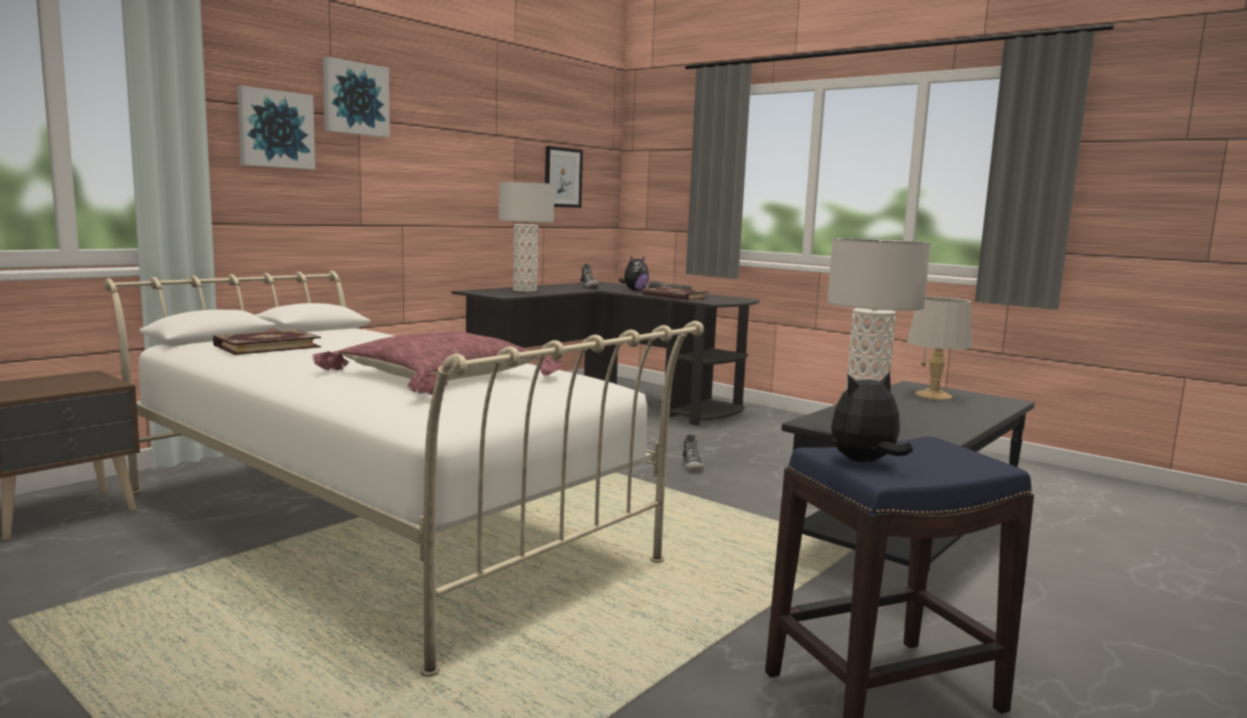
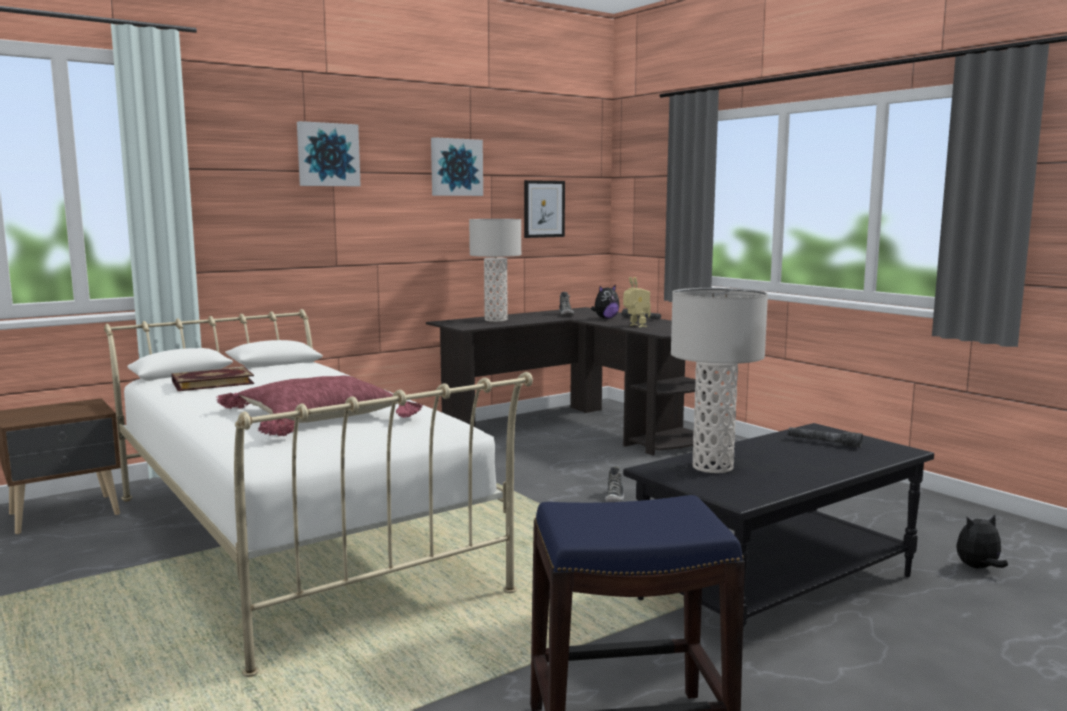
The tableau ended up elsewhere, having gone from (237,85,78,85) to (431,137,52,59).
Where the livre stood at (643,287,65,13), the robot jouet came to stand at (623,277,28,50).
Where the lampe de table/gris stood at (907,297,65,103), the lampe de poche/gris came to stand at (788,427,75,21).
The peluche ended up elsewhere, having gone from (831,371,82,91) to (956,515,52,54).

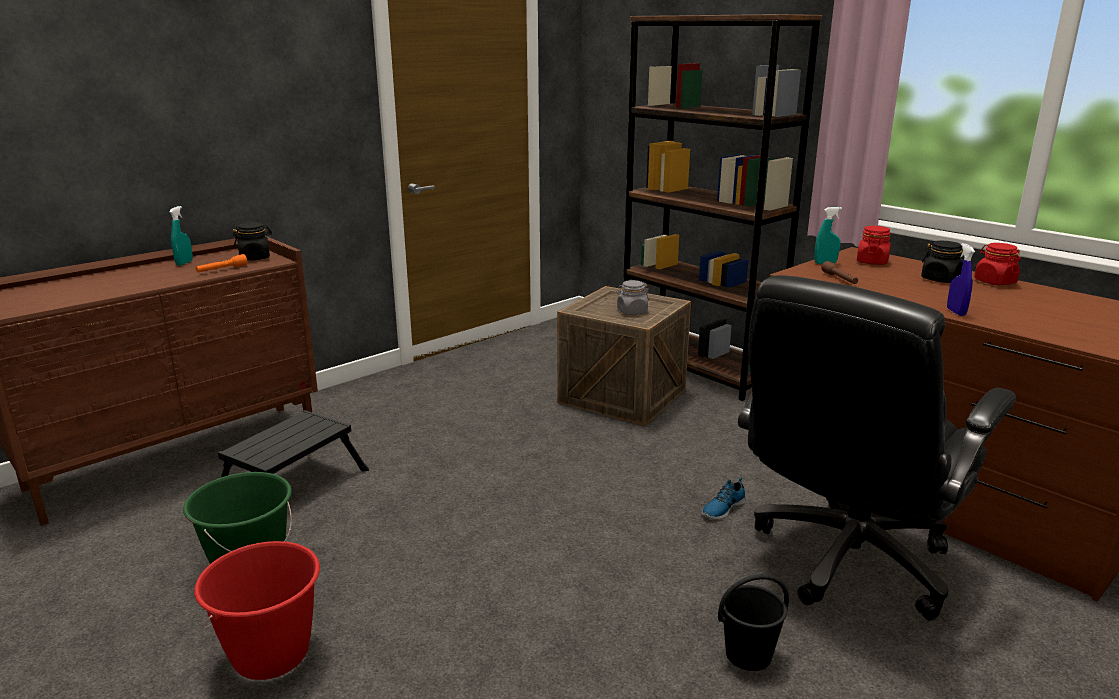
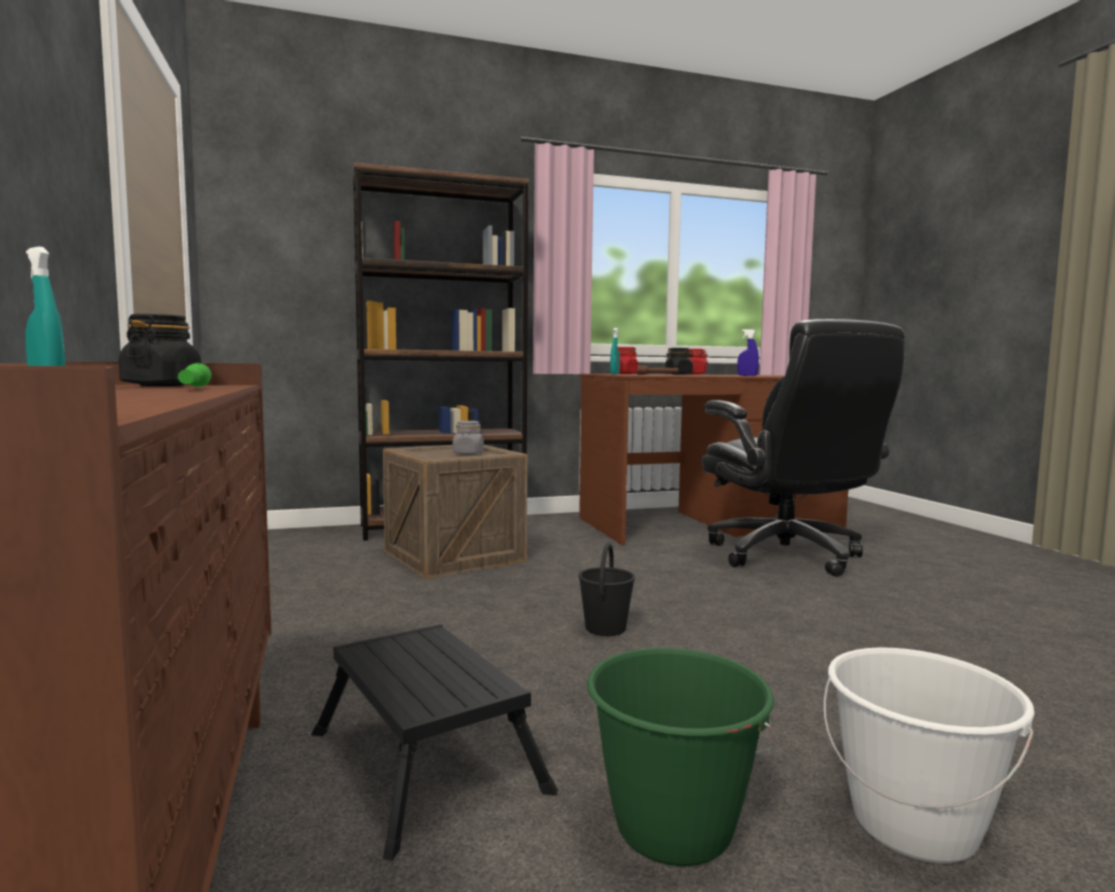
What was the lampe de poche/orange at (195,254,53,19) turned into the lampe de poche/vert at (178,363,34,24).
The seau/noir ended up elsewhere, having gone from (718,574,71,97) to (578,543,57,93).
What was the seau/rouge at (194,541,126,139) turned into the seau/blanc at (823,647,212,216).
The second view lost the chaussure at (702,477,44,43).

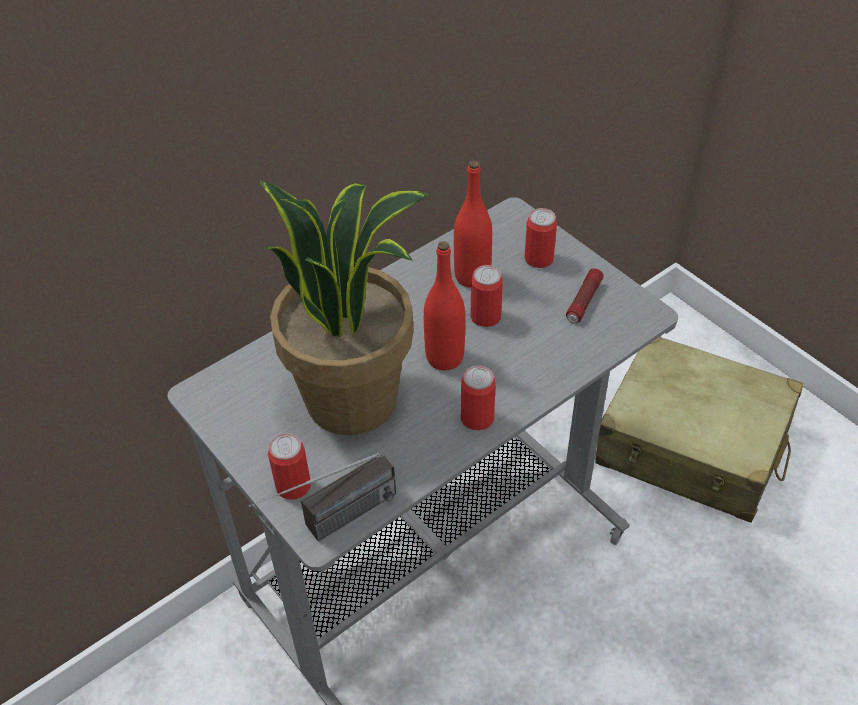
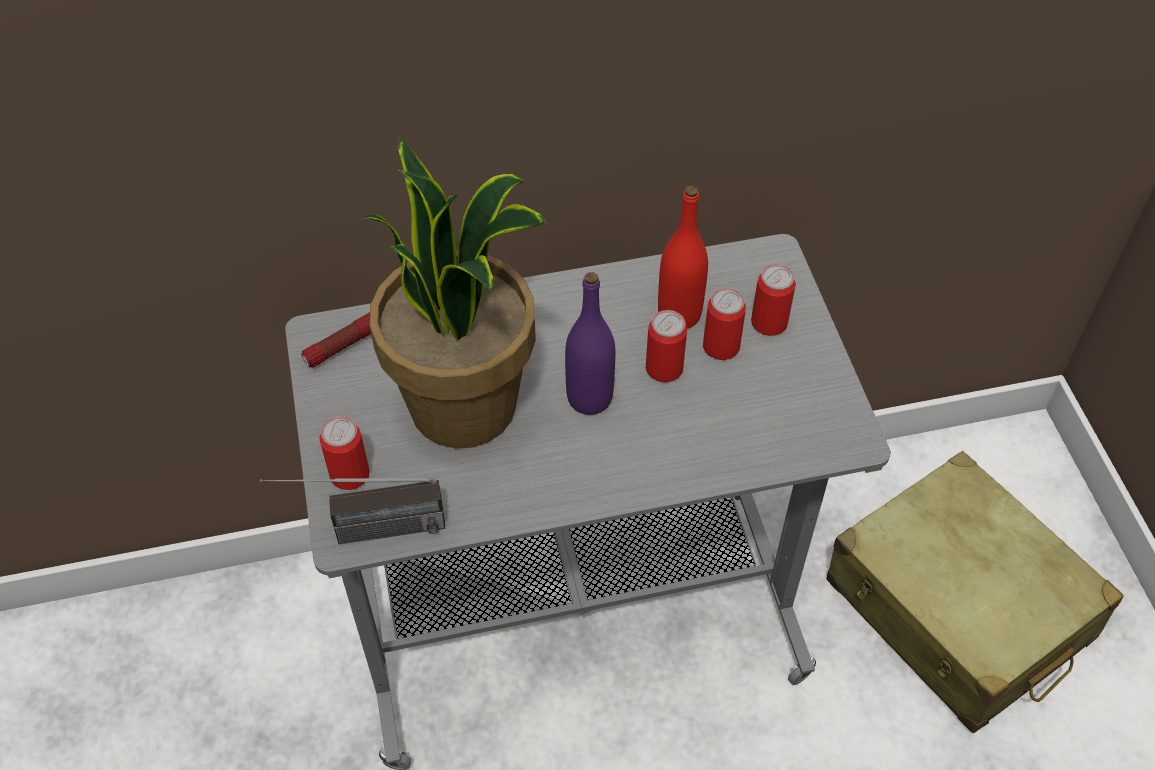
The lampe de poche ended up elsewhere, having gone from (566,268,38,55) to (301,312,70,56).
What was the bouteille/rouge at (424,241,41,129) turned into the bouteille/violet at (565,272,50,143).
The boîte métallique ended up elsewhere, having gone from (461,365,35,65) to (703,288,43,72).

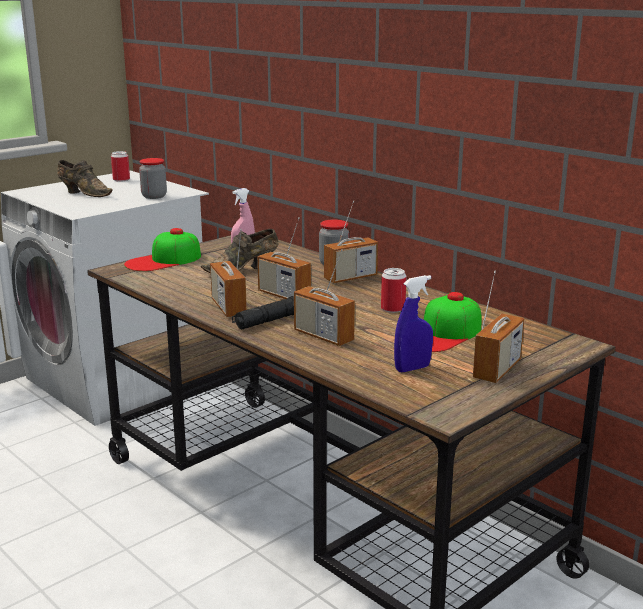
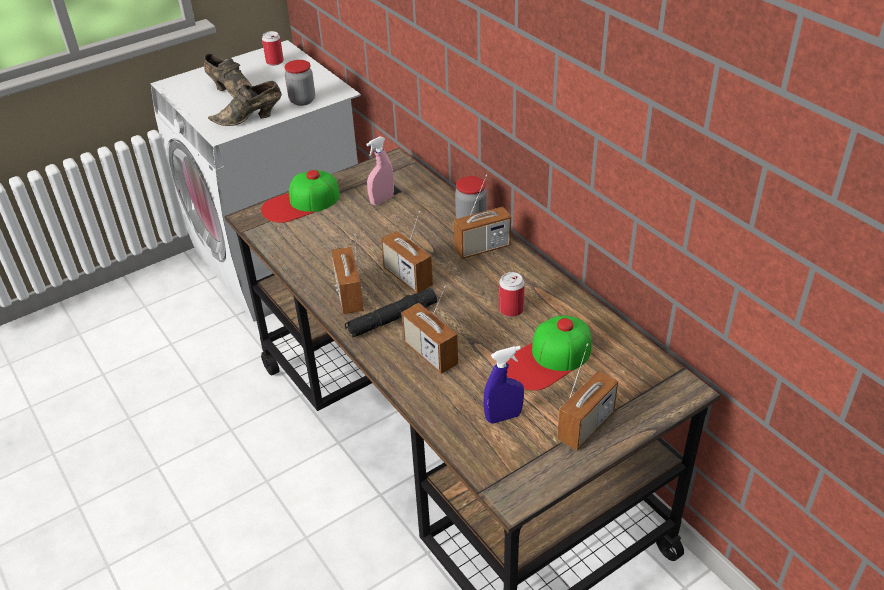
The chaussure/marron ended up elsewhere, having gone from (201,229,78,44) to (208,81,74,45).

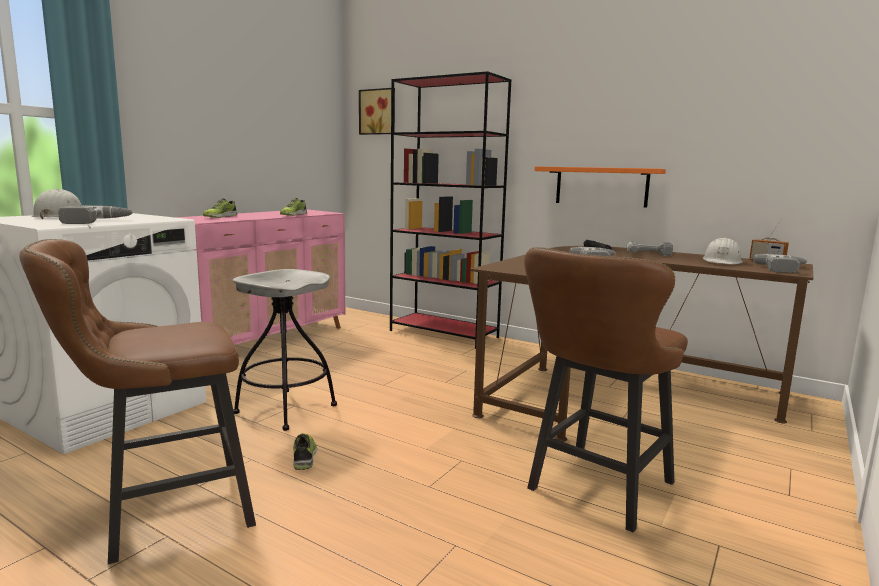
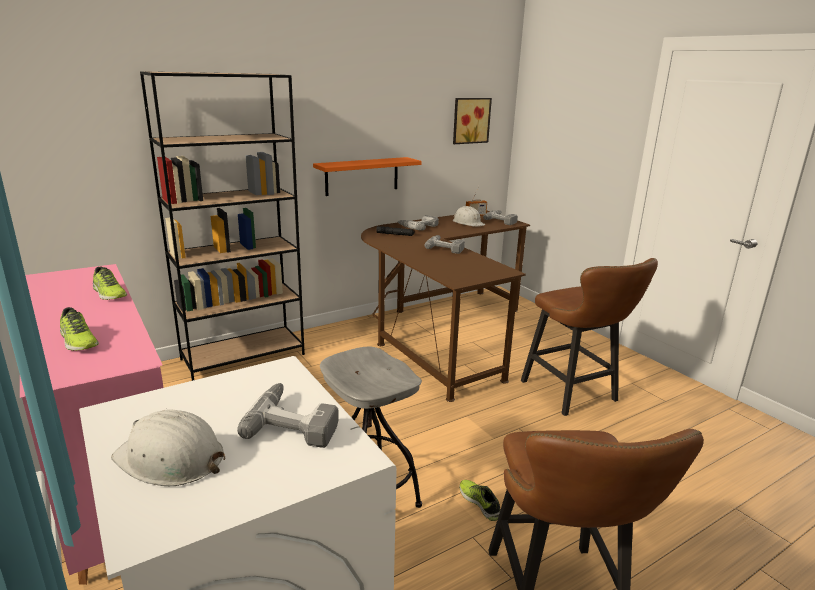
What was the bibliothèque/rouge at (390,71,121,278) turned into the bibliothèque/beige at (140,71,165,310).
The tableau ended up elsewhere, having gone from (359,88,36,47) to (453,98,39,46).
The chaussure at (293,433,24,37) ended up facing another way, 45 degrees clockwise from before.

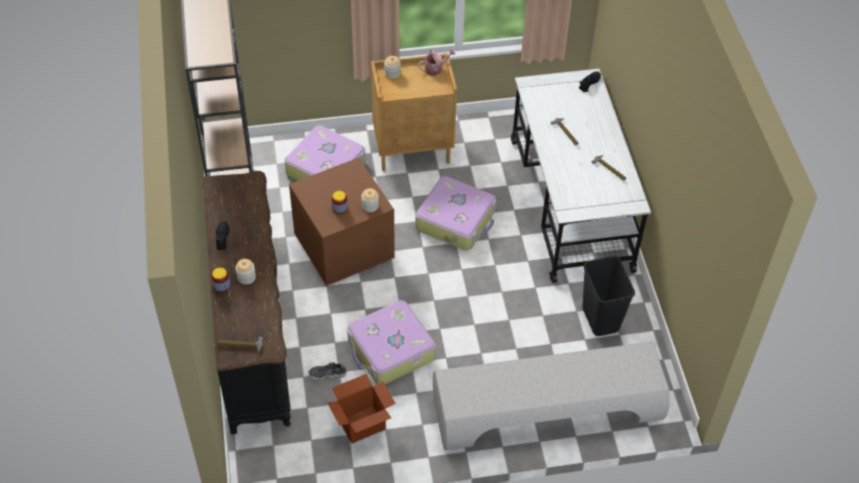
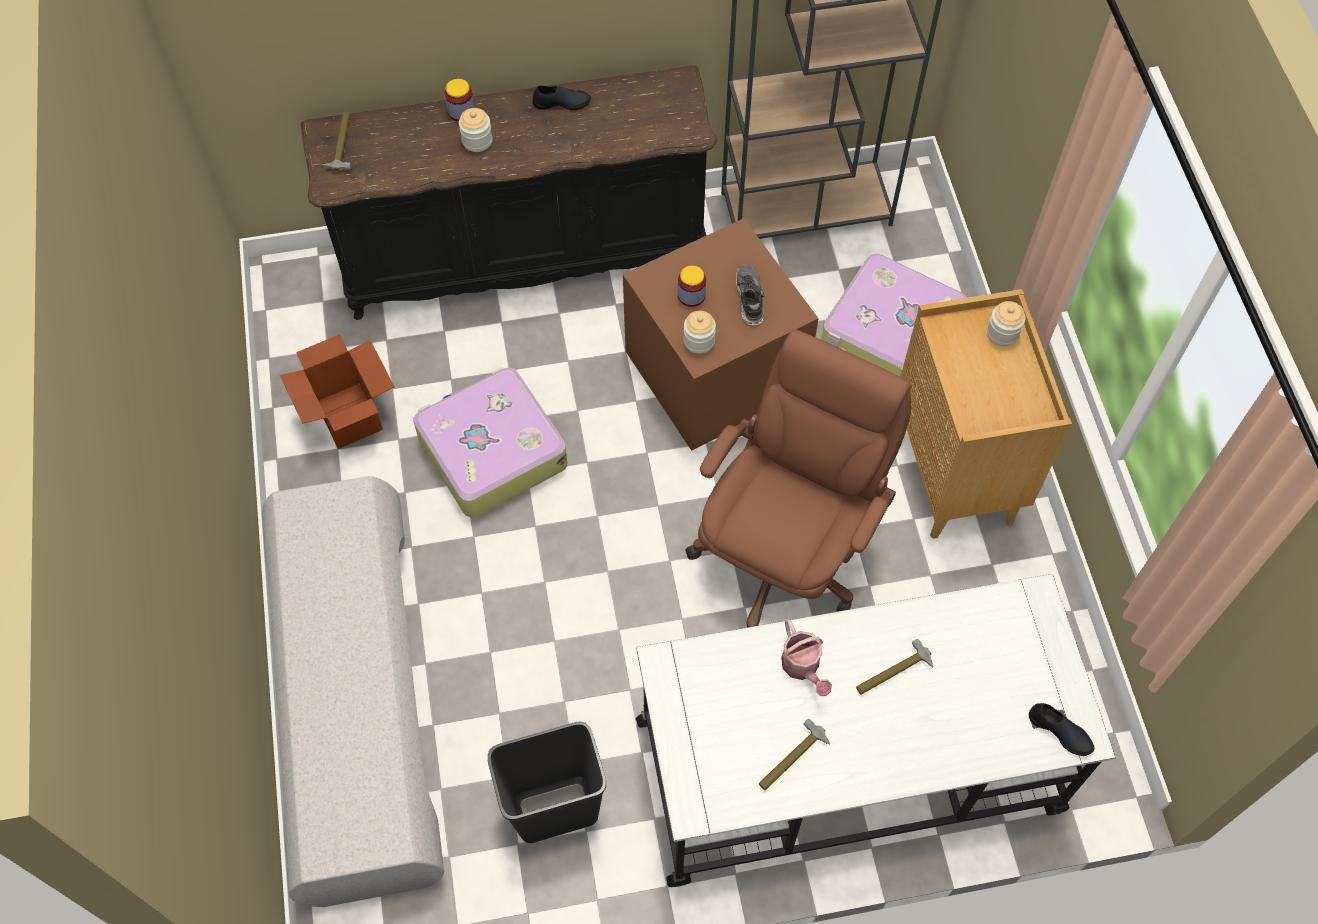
Where the valise stood at (415,176,81,75), the chaise de bureau/marron came to stand at (685,329,226,298).
The chaussure ended up elsewhere, having gone from (309,362,38,18) to (736,264,28,61).
The arrosoir ended up elsewhere, having gone from (418,49,37,27) to (781,619,51,77).

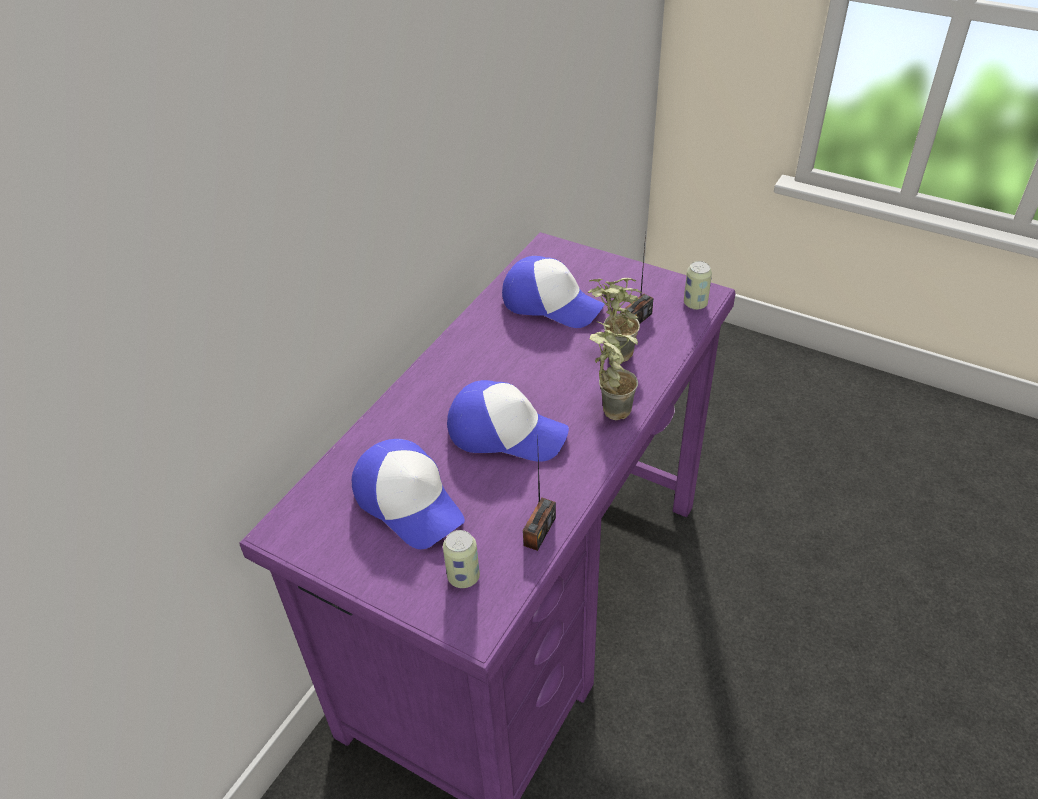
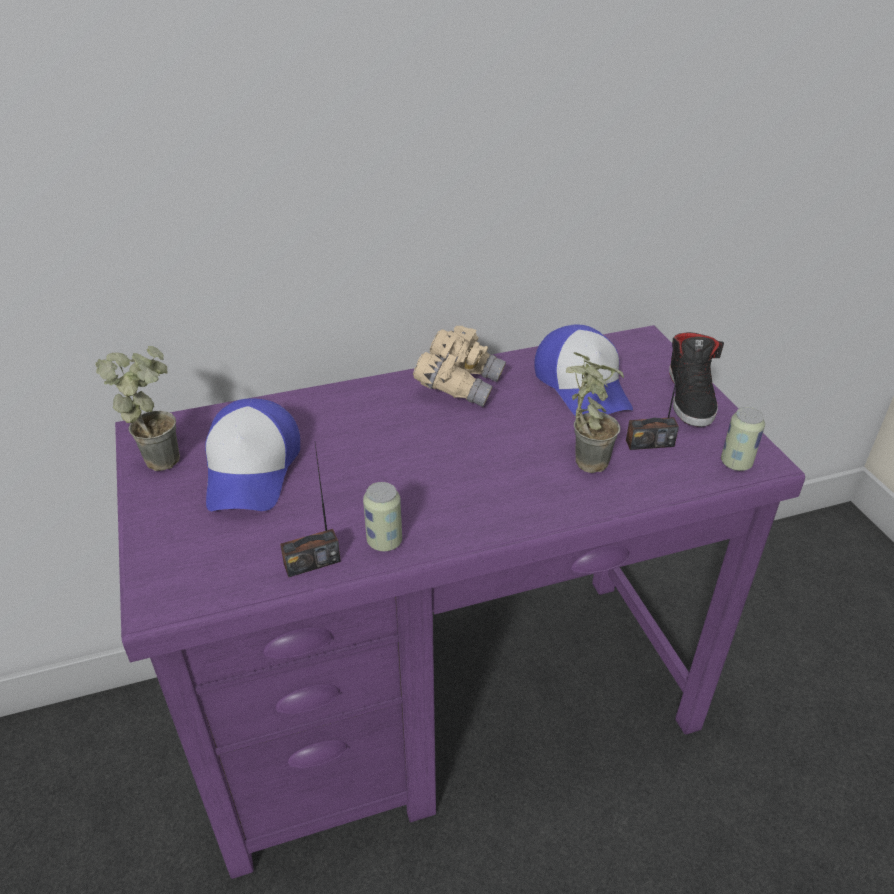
The plante en pot ended up elsewhere, having gone from (590,321,48,99) to (95,346,85,125).
The boîte métallique ended up elsewhere, having gone from (443,530,37,58) to (363,482,39,69).
The second view gained the jumelles/beige at (413,326,93,81).
The second view gained the chaussure/noir at (669,332,55,95).
The second view lost the casquette at (447,380,122,82).

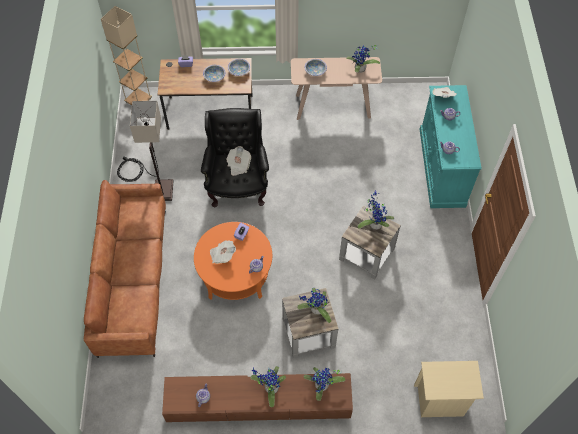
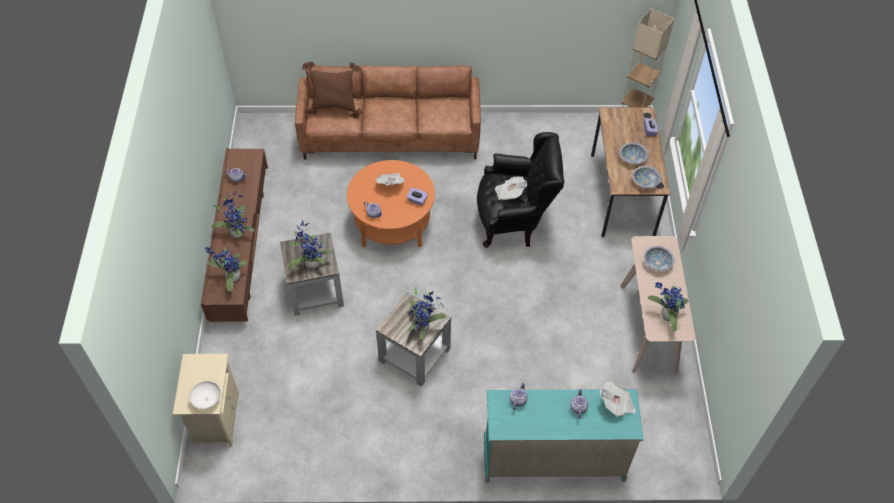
The second view gained the bol/blanc at (189,381,32,28).
The second view gained the coussin/marron at (302,62,61,56).
The second view lost the lampadaire at (117,101,57,100).

